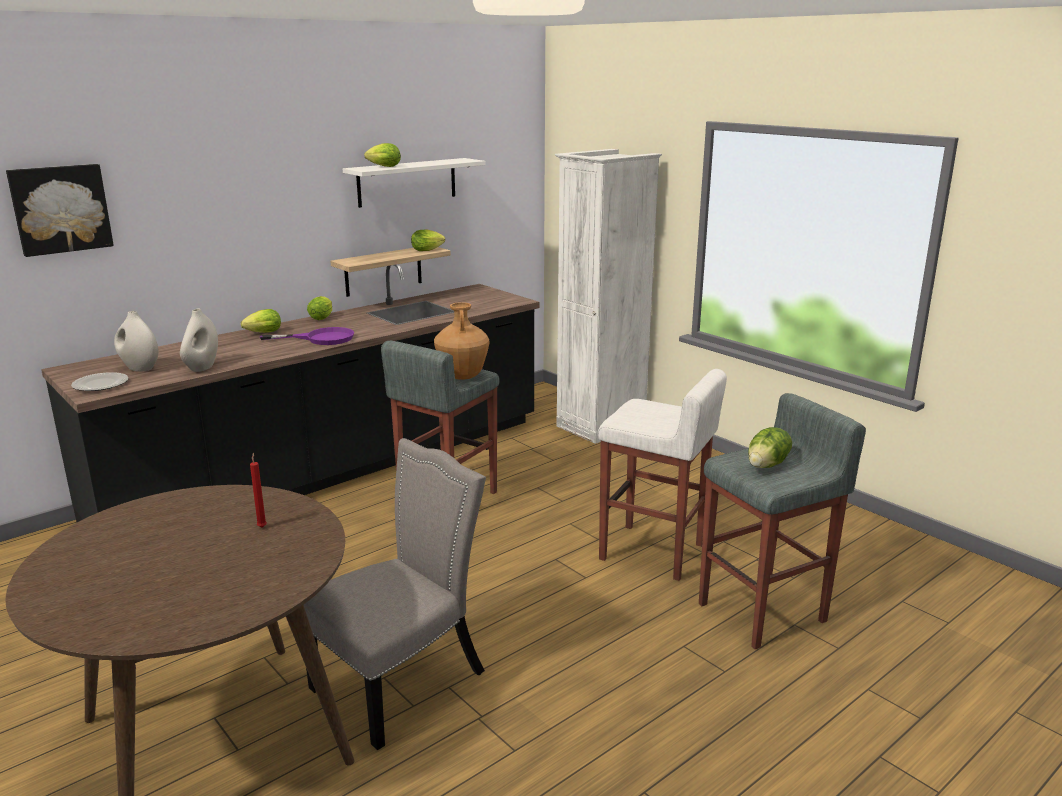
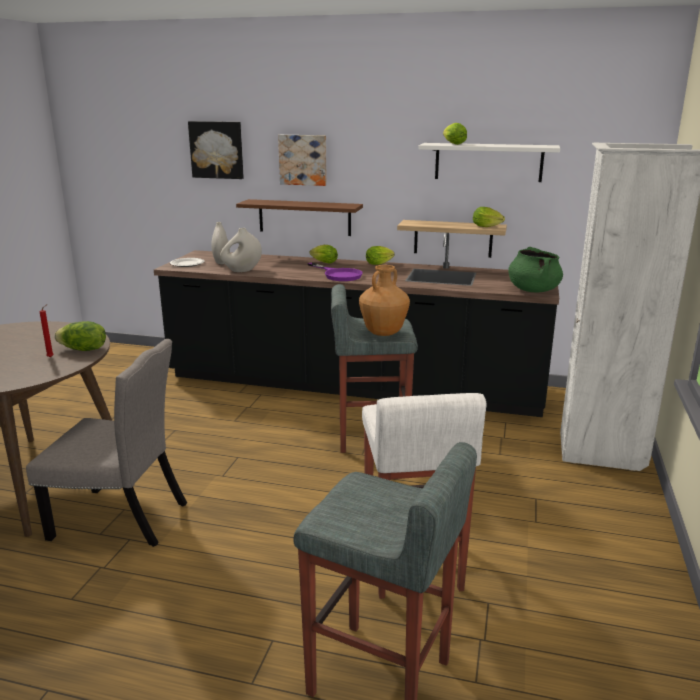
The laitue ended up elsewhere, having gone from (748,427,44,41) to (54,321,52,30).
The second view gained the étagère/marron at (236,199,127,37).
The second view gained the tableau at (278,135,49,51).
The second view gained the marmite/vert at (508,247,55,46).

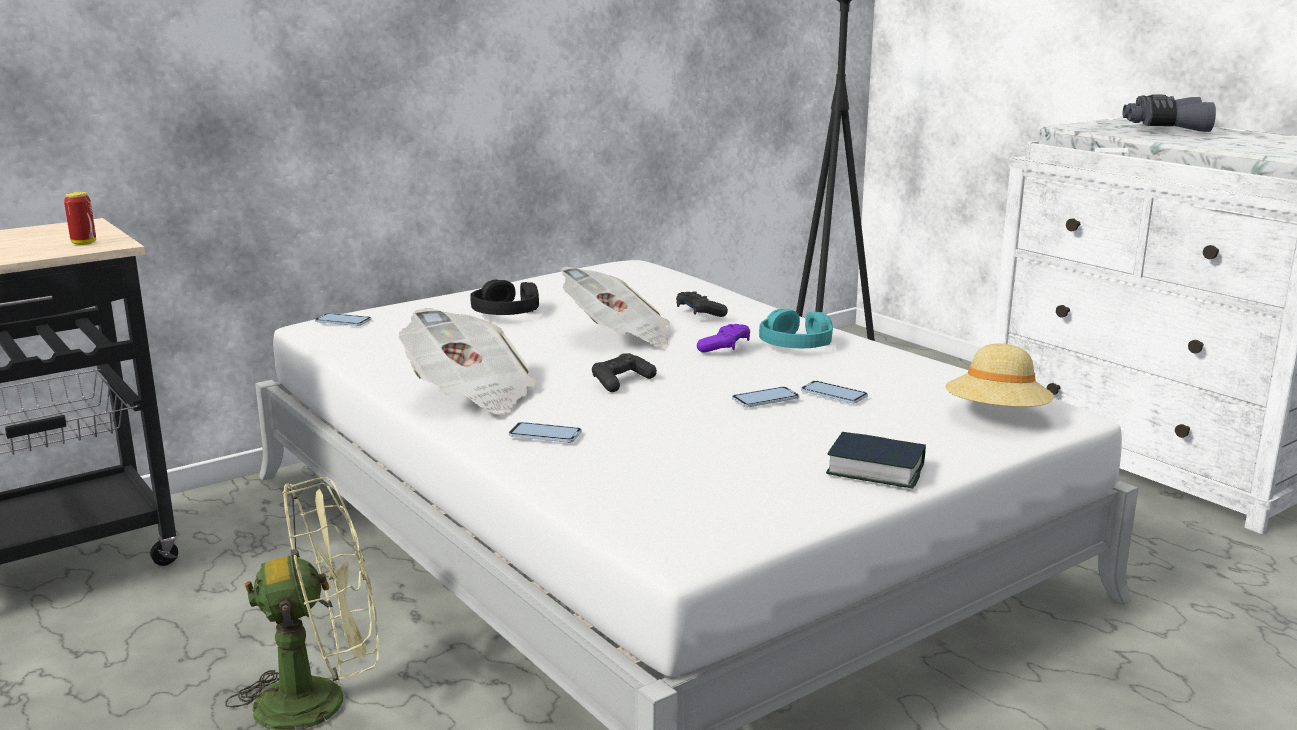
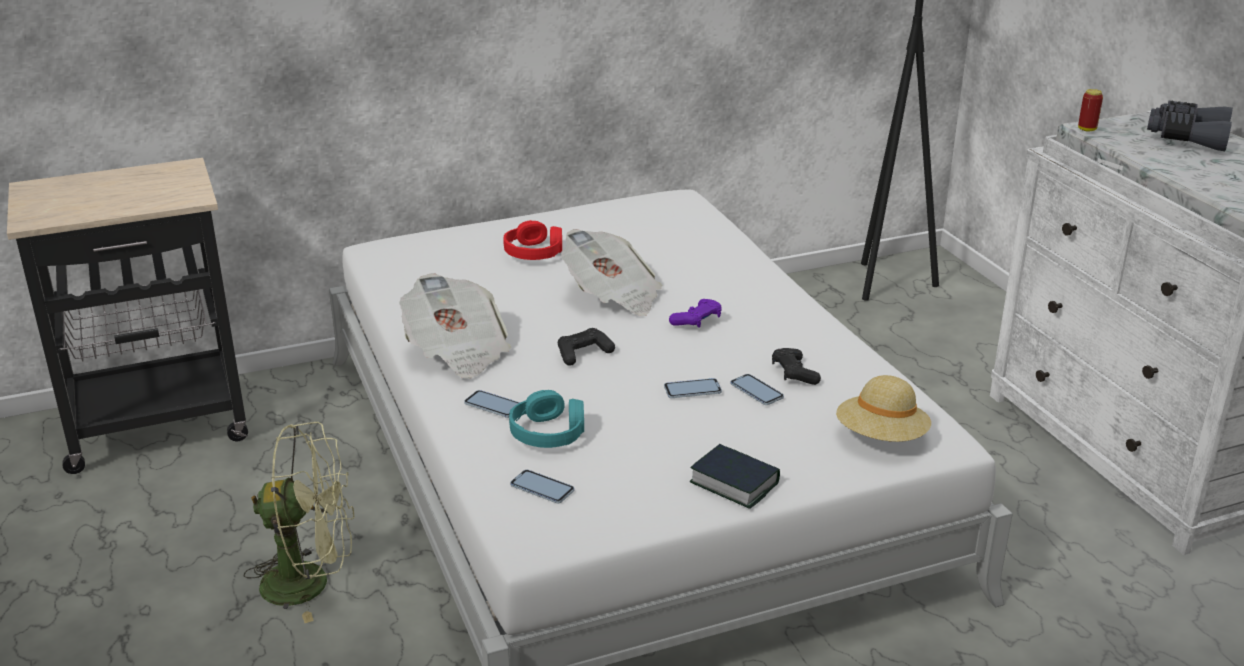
What was the casque audio/noir at (470,279,69,36) turned into the casque audio/rouge at (504,220,58,40).
The casque audio/turquoise ended up elsewhere, having gone from (759,309,74,39) to (509,390,75,58).
The téléphone ended up elsewhere, having gone from (315,313,56,13) to (510,470,64,33).
The manette/noir ended up elsewhere, having gone from (676,292,52,25) to (772,348,49,37).
The boîte métallique ended up elsewhere, having gone from (64,192,32,53) to (1078,89,25,42).

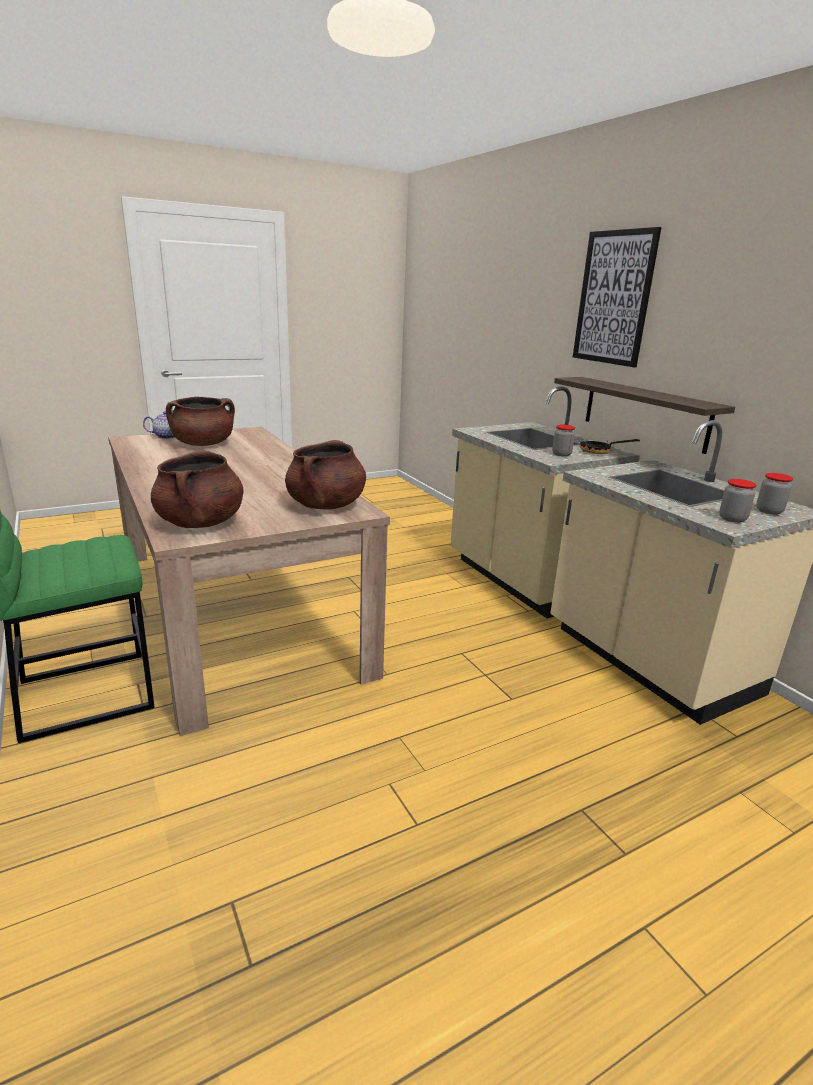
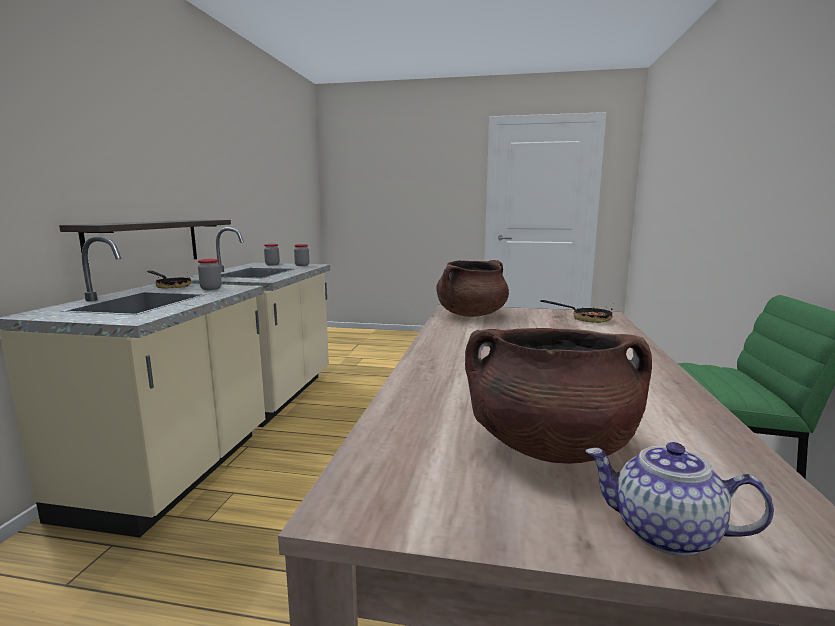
Where the marmite/marron stood at (151,450,92,78), the poêle came to stand at (540,300,73,23).
The second view lost the tableau at (573,227,89,140).

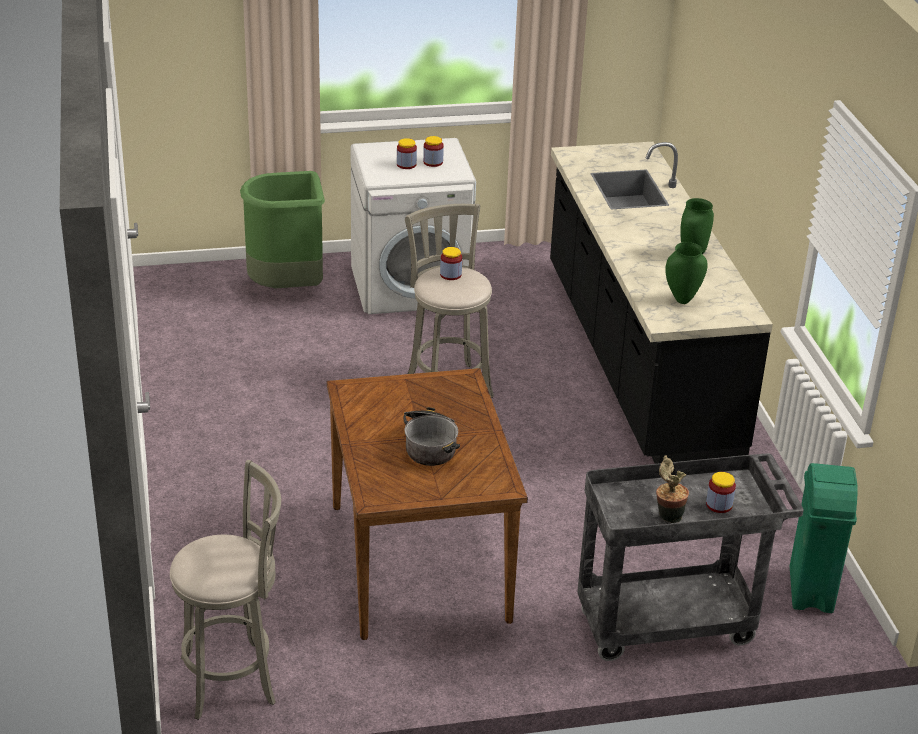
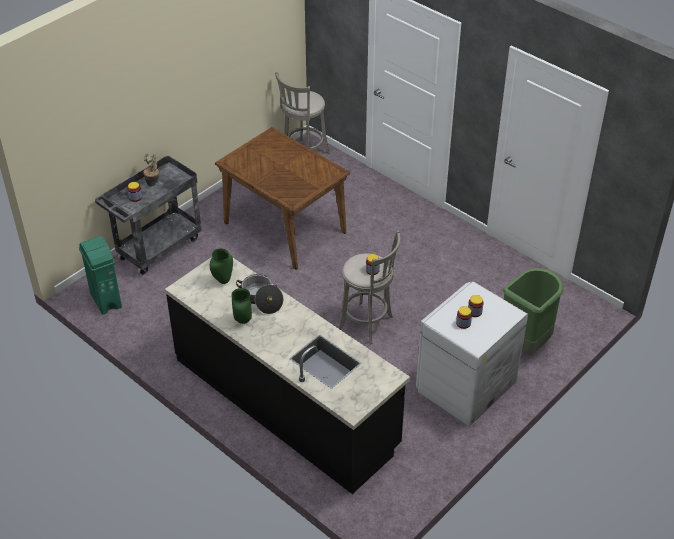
The marmite ended up elsewhere, having gone from (403,407,57,59) to (236,274,47,40).

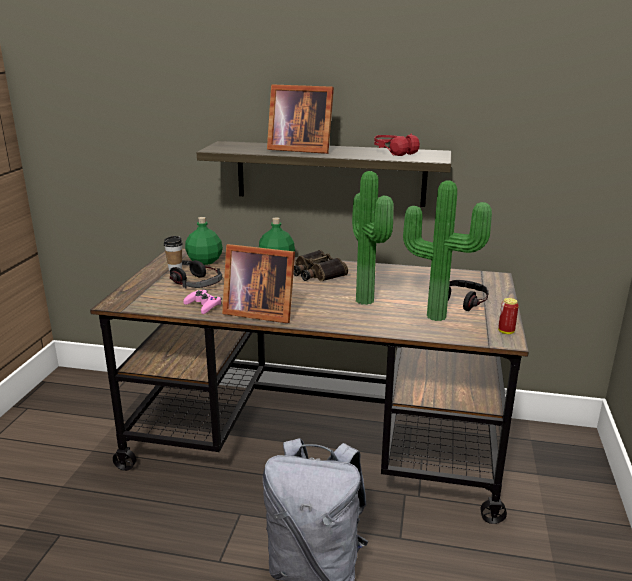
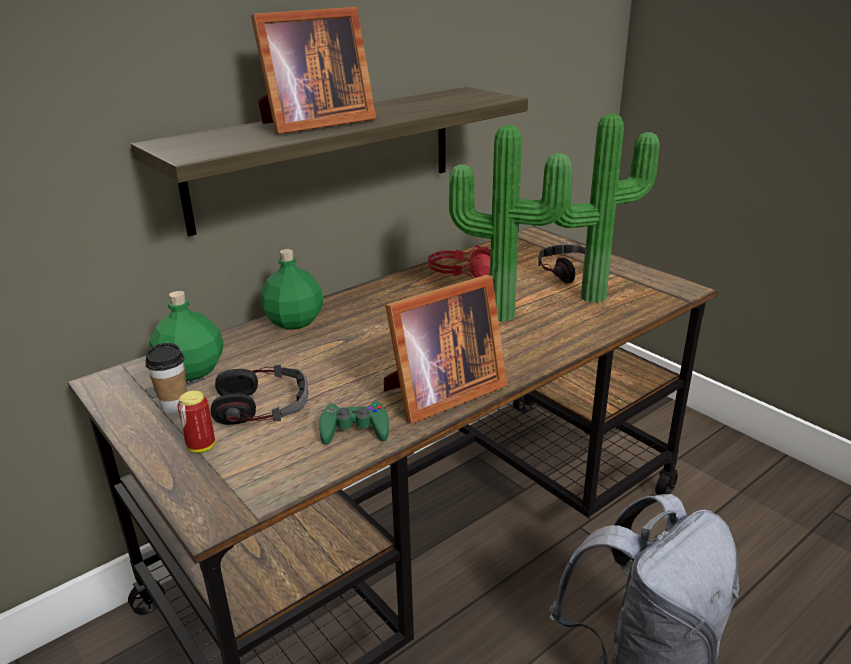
The boîte métallique ended up elsewhere, having gone from (498,298,21,36) to (178,391,37,62).
What was the manette/rose at (183,290,39,24) turned into the manette/vert at (319,401,70,44).
The casque audio/rouge ended up elsewhere, having gone from (374,134,46,22) to (428,245,63,34).
The second view lost the jumelles at (293,250,55,32).

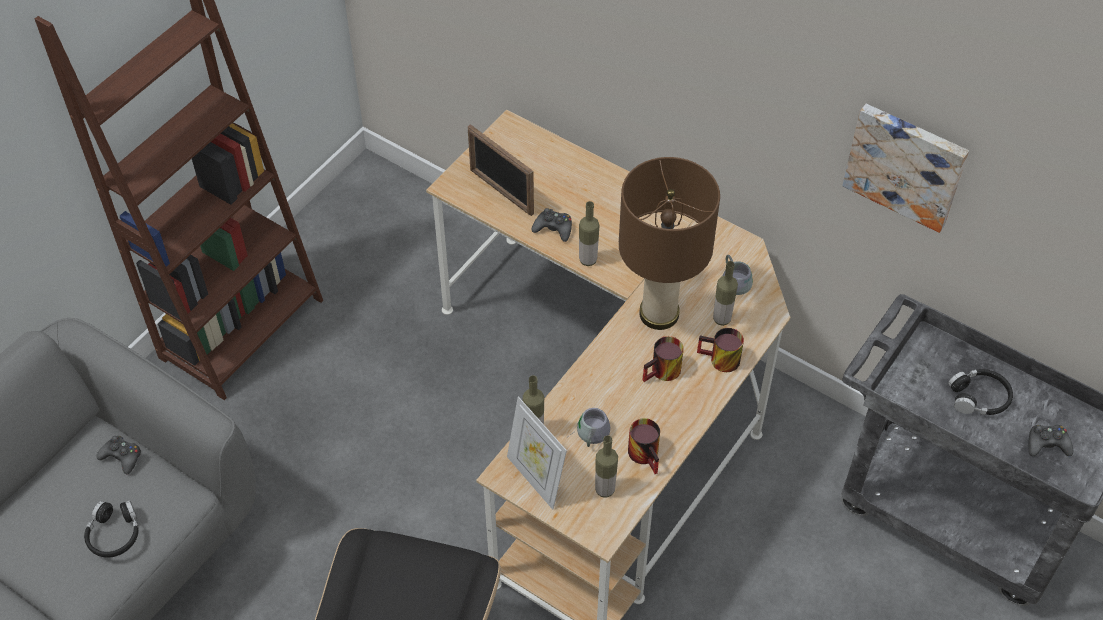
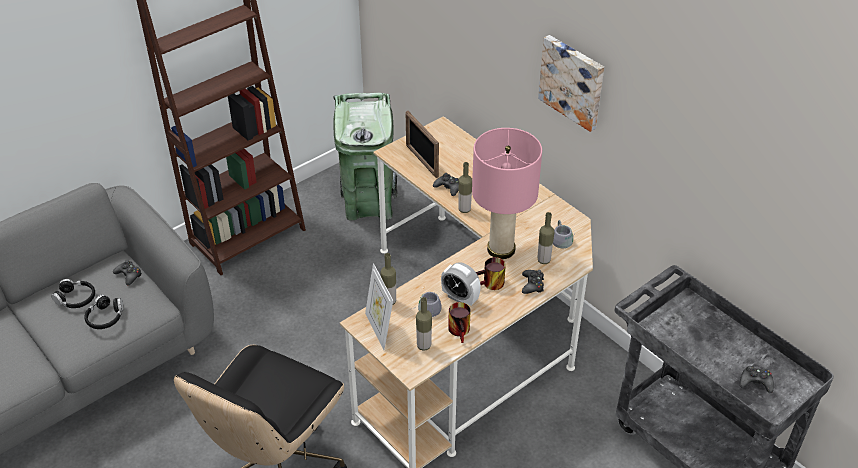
The casque audio/noir ended up elsewhere, having gone from (948,369,65,46) to (51,279,44,29).
The second view gained the poubelle/vert at (333,93,65,127).
The second view gained the réveil at (441,262,40,44).
What was the lampe de table/marron at (619,157,101,173) turned into the lampe de table/rose at (472,128,70,131).
Where the mug stood at (697,328,47,44), the manette/noir came to stand at (522,270,22,24).
The tableau ended up elsewhere, having gone from (842,104,127,129) to (538,35,66,97).

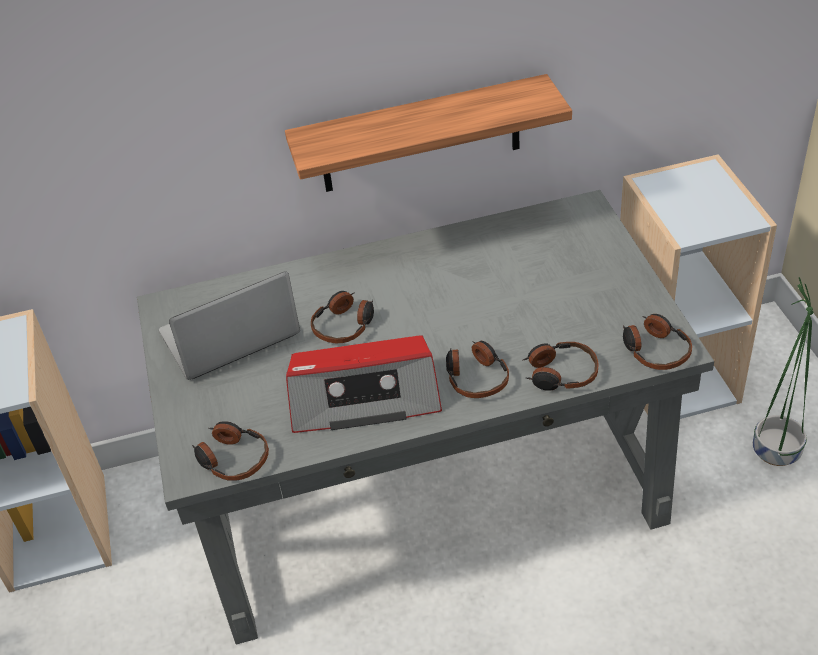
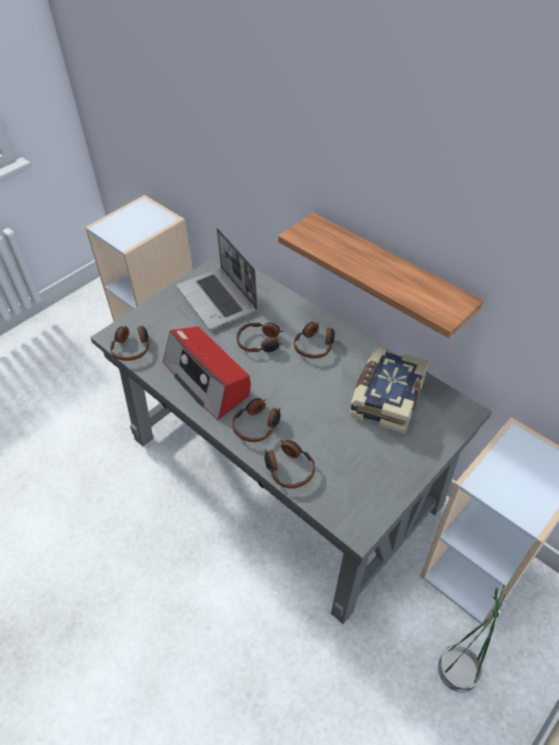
The ordinateur portable at (159,271,141,109) ended up facing another way, 150 degrees counterclockwise from before.
The casque audio ended up elsewhere, having gone from (623,314,69,56) to (294,322,41,37).
The second view gained the livre at (350,346,79,88).

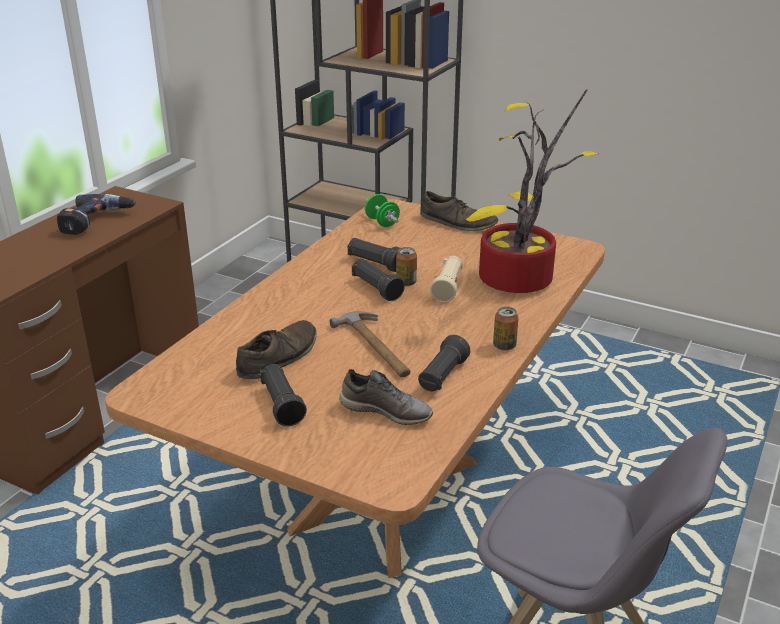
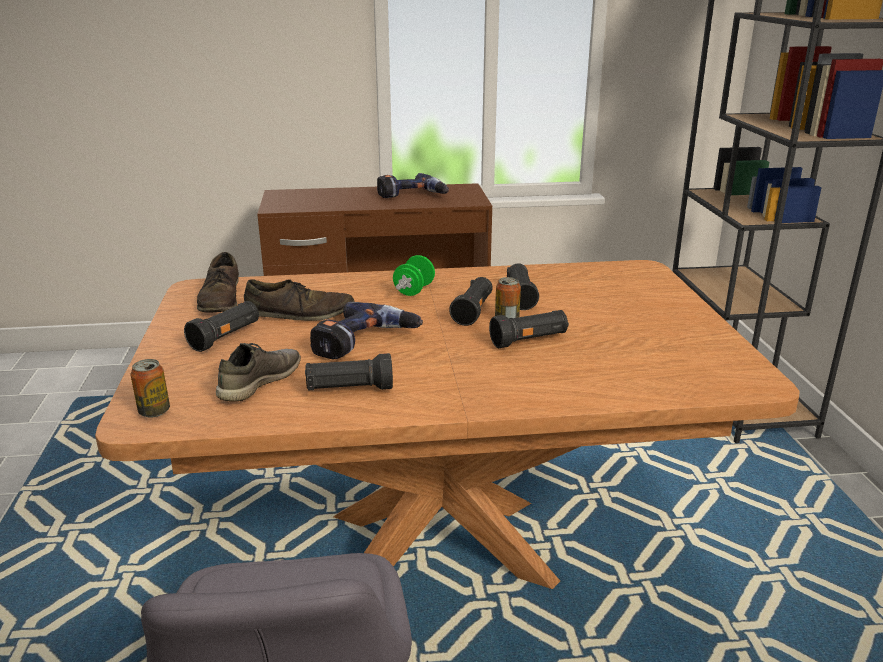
The boîte métallique ended up elsewhere, having gone from (493,307,26,44) to (130,359,40,59).
The chaussure/marron ended up elsewhere, having gone from (420,191,78,40) to (197,252,42,61).
The chaussure/gris at (339,369,94,56) ended up facing another way, 135 degrees counterclockwise from before.
Where the marteau stood at (330,311,81,66), the perceuse came to stand at (310,302,113,57).
The haltère/vert ended up elsewhere, having gone from (365,194,35,33) to (393,255,42,41).
What was the lampe de poche/beige at (430,256,33,46) turned into the lampe de poche/noir at (489,310,80,38).
The second view lost the plante en pot at (466,89,133,204).

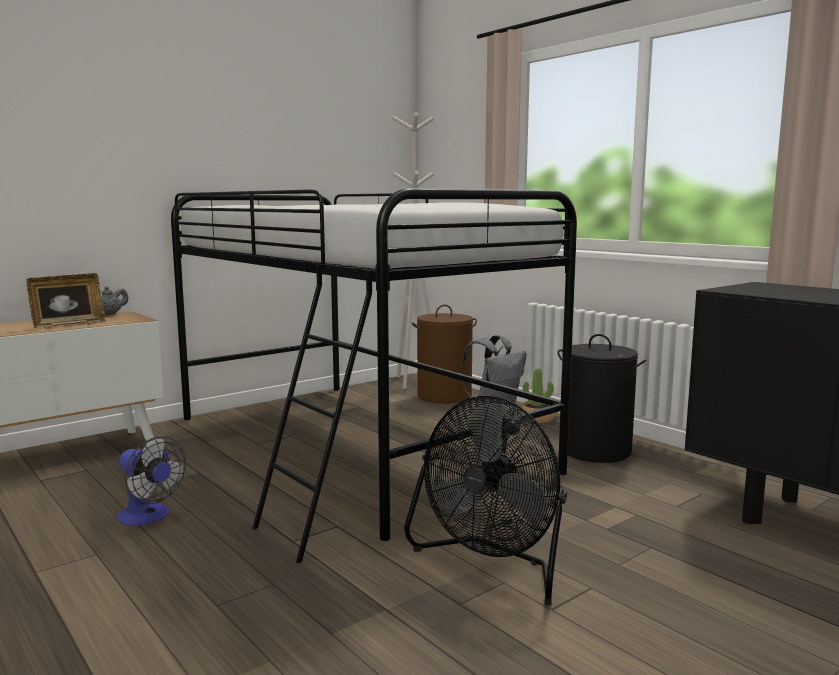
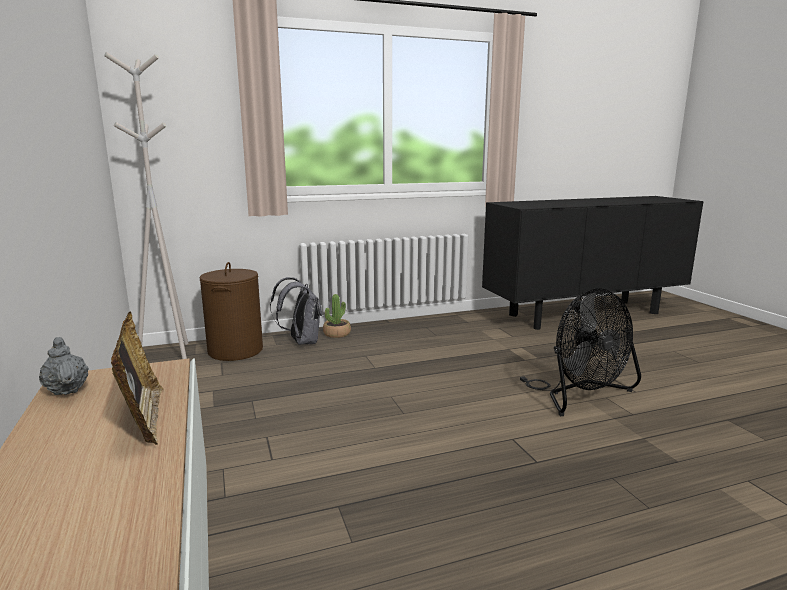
The second view lost the ventilateur at (117,436,69,89).
The second view lost the lit/noir at (171,188,406,375).
The second view lost the panier à linge/noir at (557,334,89,129).

